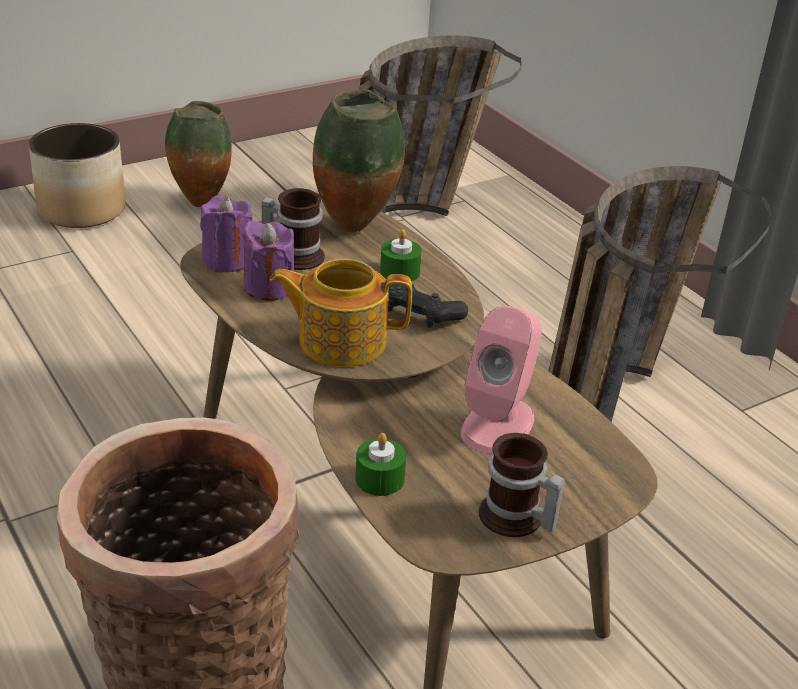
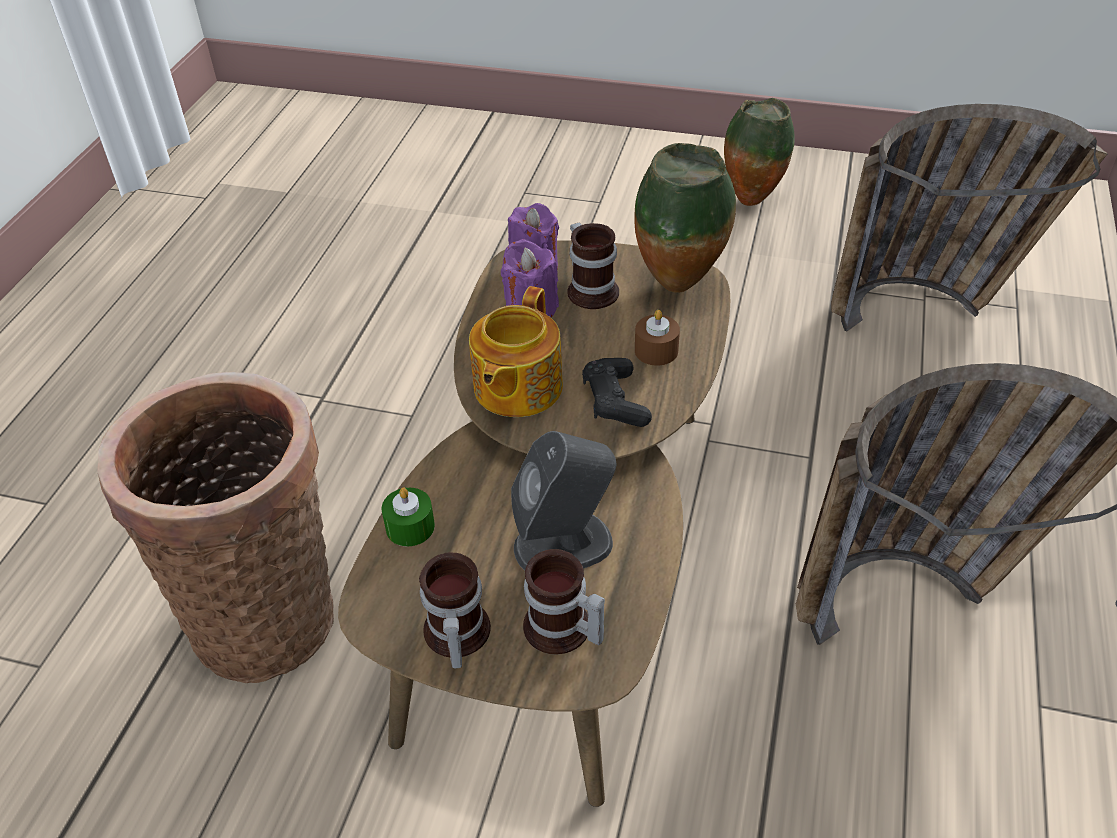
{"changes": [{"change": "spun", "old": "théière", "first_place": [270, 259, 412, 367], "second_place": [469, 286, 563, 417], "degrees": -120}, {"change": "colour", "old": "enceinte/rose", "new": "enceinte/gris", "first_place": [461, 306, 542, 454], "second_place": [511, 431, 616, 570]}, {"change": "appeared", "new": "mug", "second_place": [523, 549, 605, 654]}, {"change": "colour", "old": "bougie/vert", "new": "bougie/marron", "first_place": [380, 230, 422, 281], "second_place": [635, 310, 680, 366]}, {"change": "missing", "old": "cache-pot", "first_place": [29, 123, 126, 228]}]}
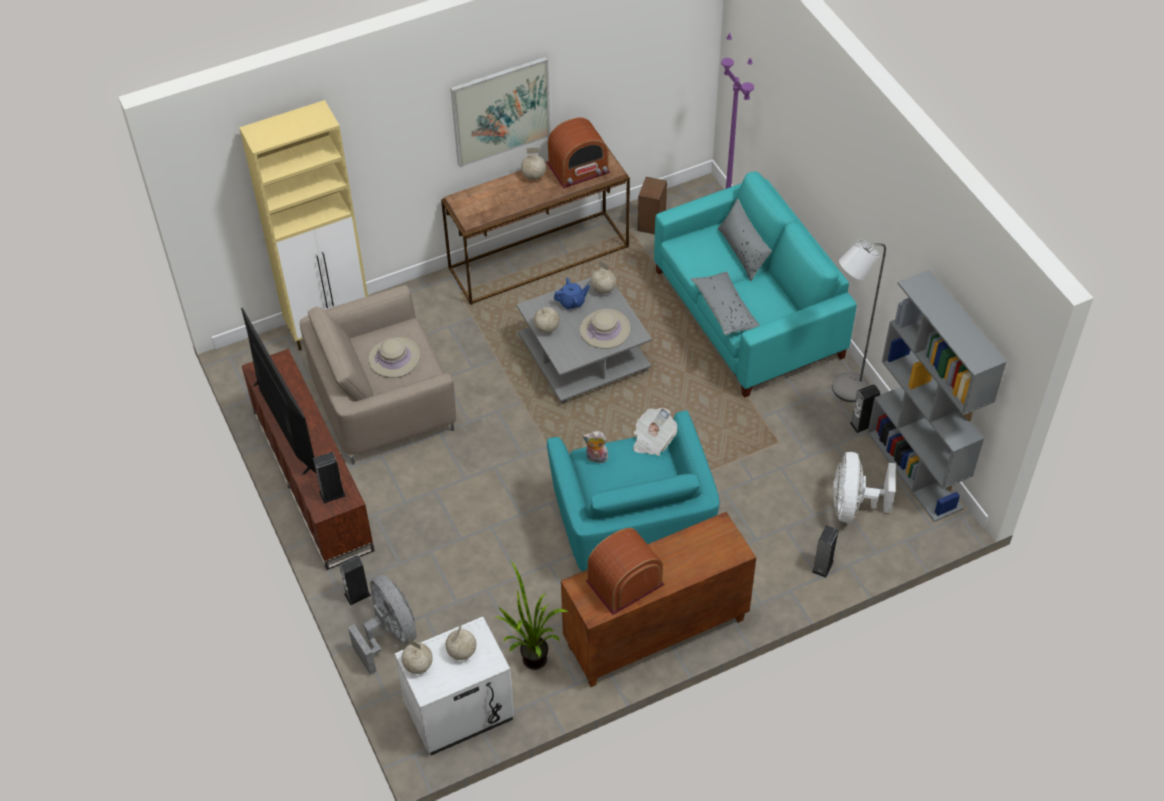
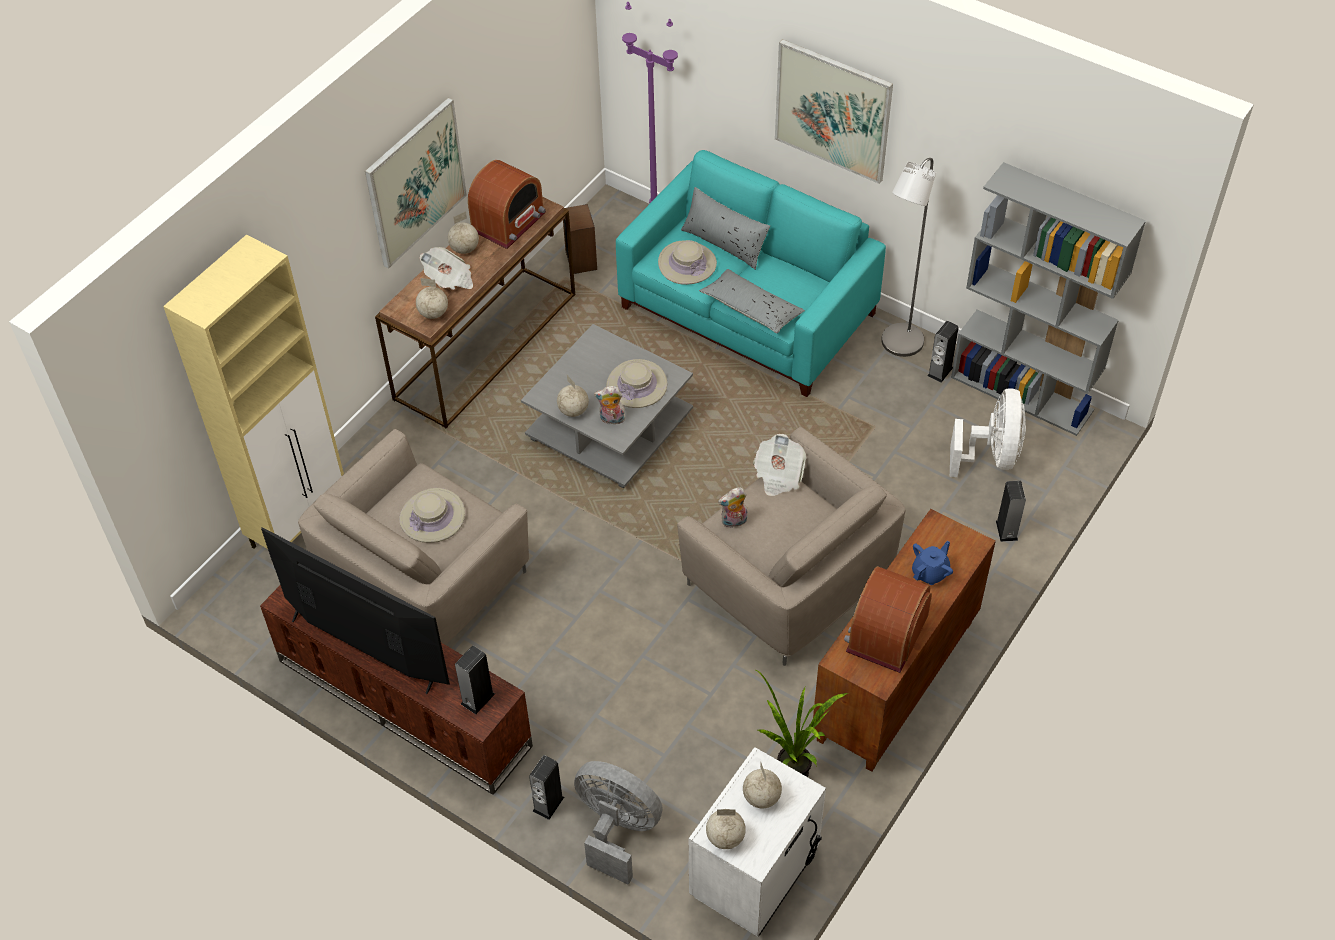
{"changes": [{"change": "relocated", "old": "globe", "first_place": [591, 260, 616, 294], "second_place": [416, 278, 448, 319]}, {"change": "appeared", "new": "journal", "second_place": [420, 247, 473, 290]}, {"change": "appeared", "new": "peluche", "second_place": [594, 386, 625, 424]}, {"change": "appeared", "new": "chapeau/beige", "second_place": [658, 240, 717, 285]}, {"change": "colour", "old": "fauteuil/turquoise", "new": "fauteuil/beige", "first_place": [547, 410, 720, 572], "second_place": [677, 427, 906, 666]}, {"change": "appeared", "new": "tableau", "second_place": [775, 39, 893, 184]}, {"change": "relocated", "old": "théière/bleu", "first_place": [554, 278, 590, 310], "second_place": [912, 541, 953, 585]}, {"change": "spun", "old": "ventilateur/blanc", "first_place": [833, 452, 896, 522], "second_place": [950, 388, 1026, 477], "degrees": -150}]}
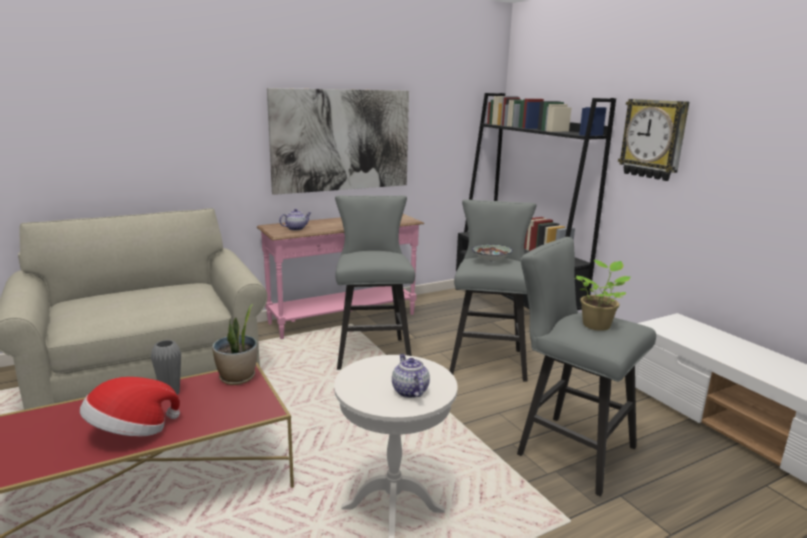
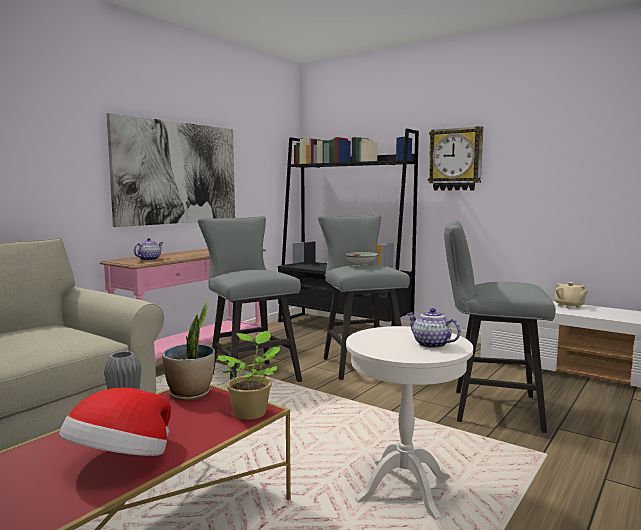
{"changes": [{"change": "relocated", "old": "plante en pot", "first_place": [574, 260, 631, 331], "second_place": [215, 331, 280, 420]}, {"change": "appeared", "new": "théière/beige", "second_place": [554, 282, 588, 309]}]}
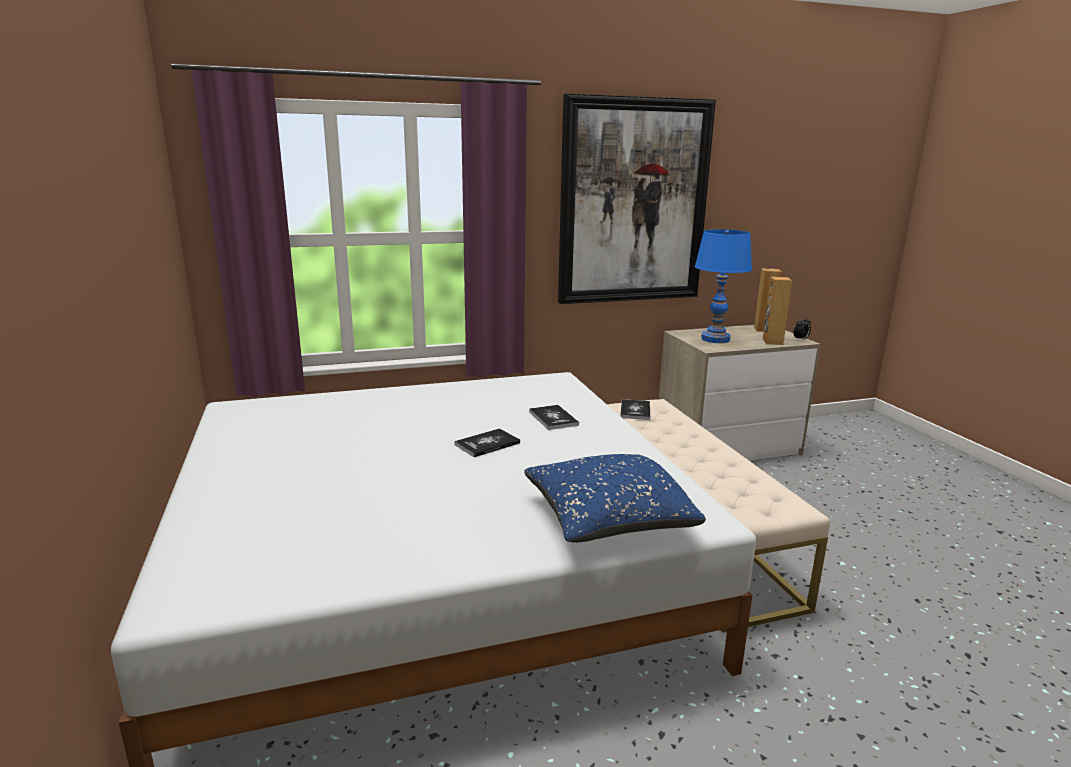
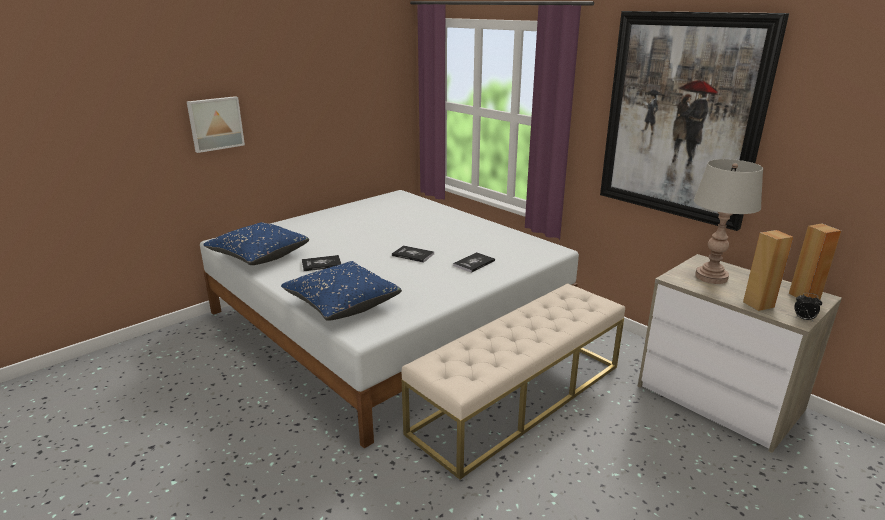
{"changes": [{"change": "appeared", "new": "tableau", "second_place": [187, 96, 245, 153]}, {"change": "appeared", "new": "coussin/bleu", "second_place": [203, 222, 309, 265]}, {"change": "relocated", "old": "livre", "first_place": [620, 399, 650, 420], "second_place": [302, 255, 341, 271]}, {"change": "colour", "old": "lampe de table/bleu", "new": "lampe de table/gris", "first_place": [695, 229, 752, 343], "second_place": [694, 159, 763, 284]}]}
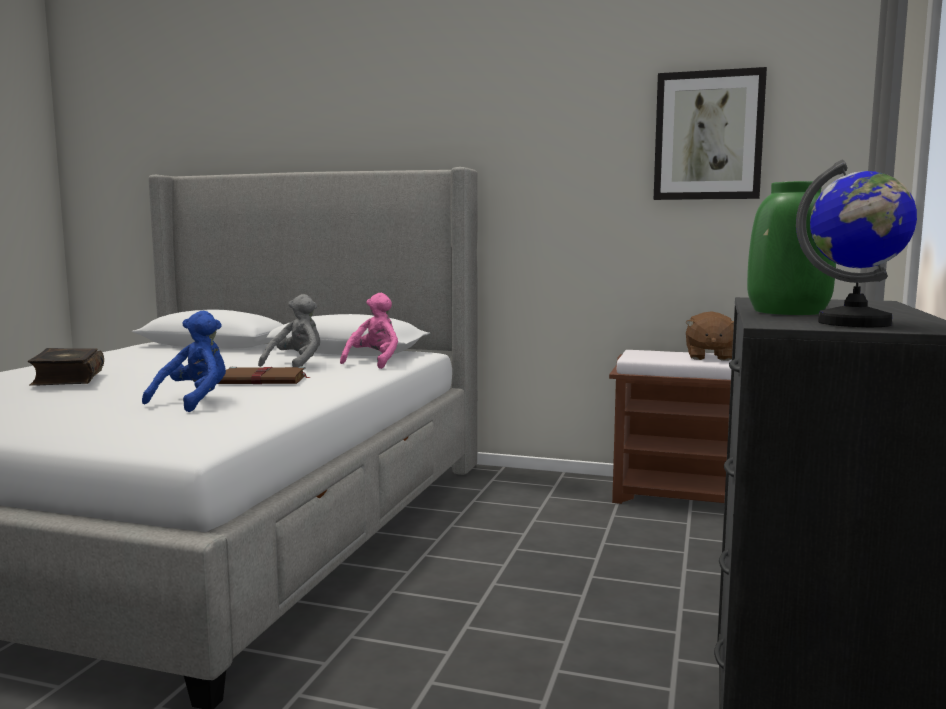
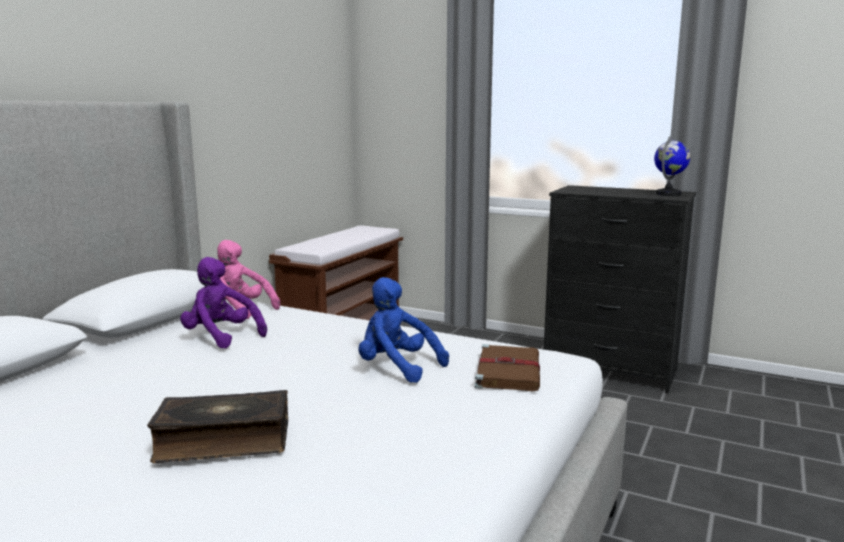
{"changes": [{"change": "colour", "old": "peluche/gris", "new": "peluche/violet", "first_place": [258, 294, 320, 367], "second_place": [180, 257, 267, 349]}, {"change": "relocated", "old": "livre/marron", "first_place": [218, 366, 309, 384], "second_place": [475, 344, 540, 391]}, {"change": "missing", "old": "tableau", "first_place": [654, 67, 767, 200]}, {"change": "missing", "old": "peluche/marron", "first_place": [685, 311, 734, 361]}, {"change": "missing", "old": "vase/vert", "first_place": [747, 181, 836, 315]}]}
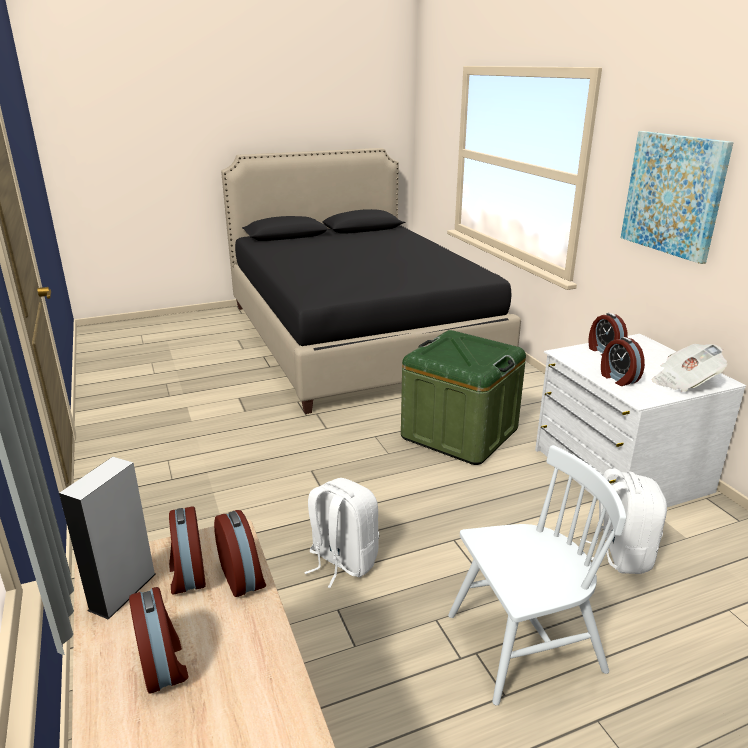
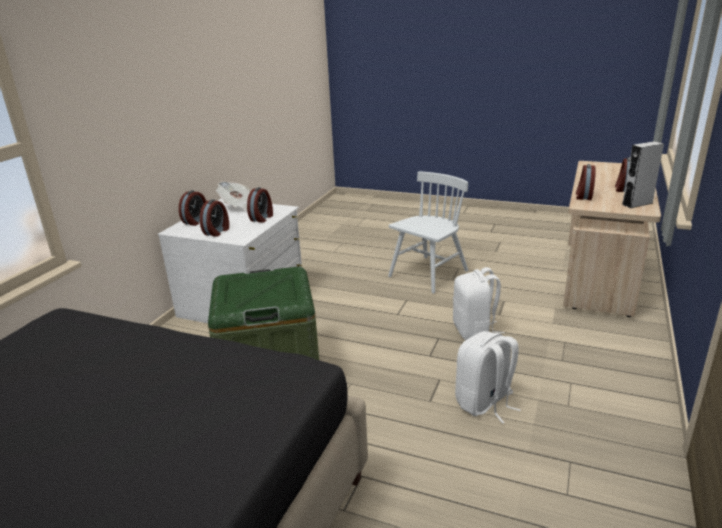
{"changes": [{"change": "relocated", "old": "réveil", "first_place": [169, 506, 206, 594], "second_place": [179, 190, 206, 226]}, {"change": "spun", "old": "chaise/blanc", "first_place": [448, 445, 626, 705], "second_place": [388, 171, 469, 293], "degrees": 105}, {"change": "relocated", "old": "sac à dos/blanc", "first_place": [580, 469, 667, 574], "second_place": [455, 331, 521, 424]}, {"change": "missing", "old": "tableau", "first_place": [621, 131, 734, 264]}]}
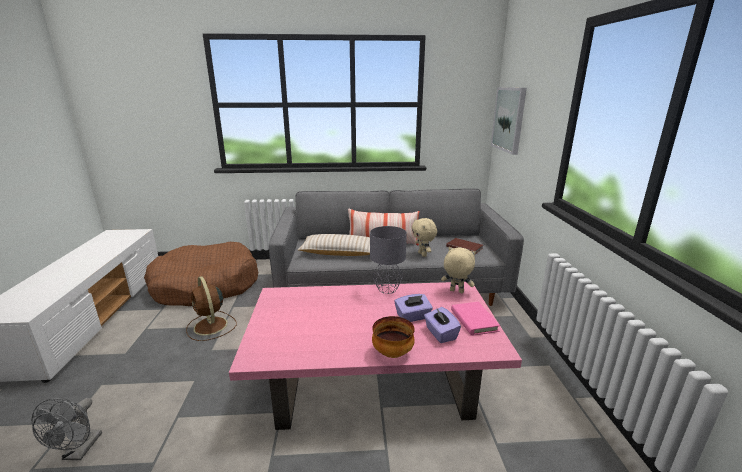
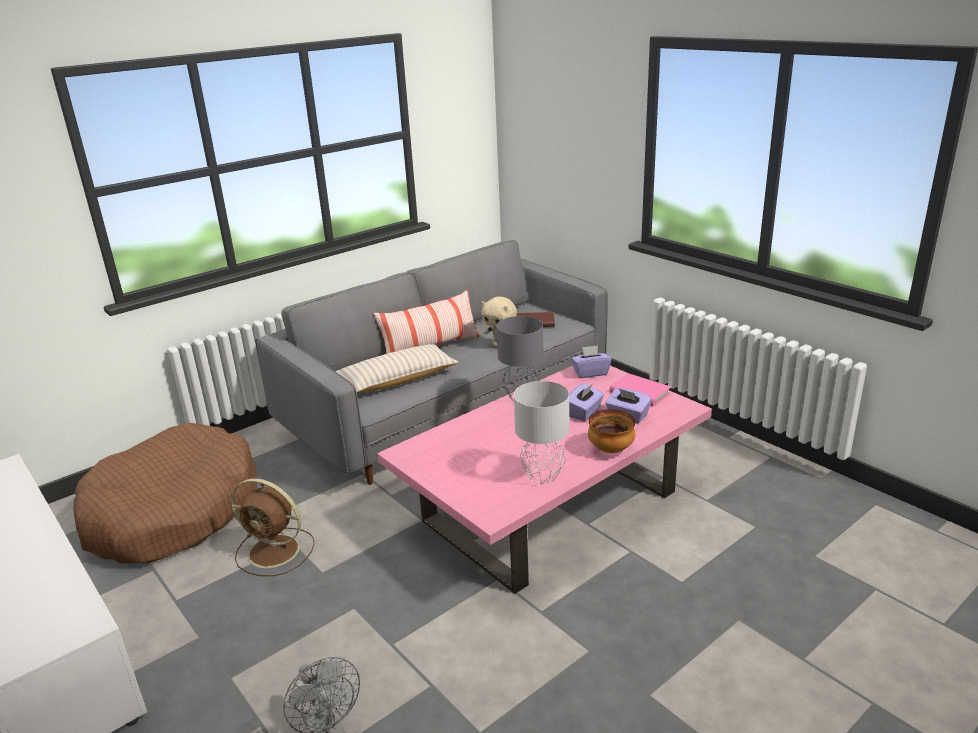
{"changes": [{"change": "appeared", "new": "lampe de table/gris", "second_place": [514, 381, 569, 484]}, {"change": "exchanged", "old": "peluche/beige", "new": "boîte à mouchoirs/violet", "first_place": [441, 247, 476, 293], "second_place": [571, 345, 612, 378]}, {"change": "missing", "old": "tableau", "first_place": [491, 87, 527, 155]}]}
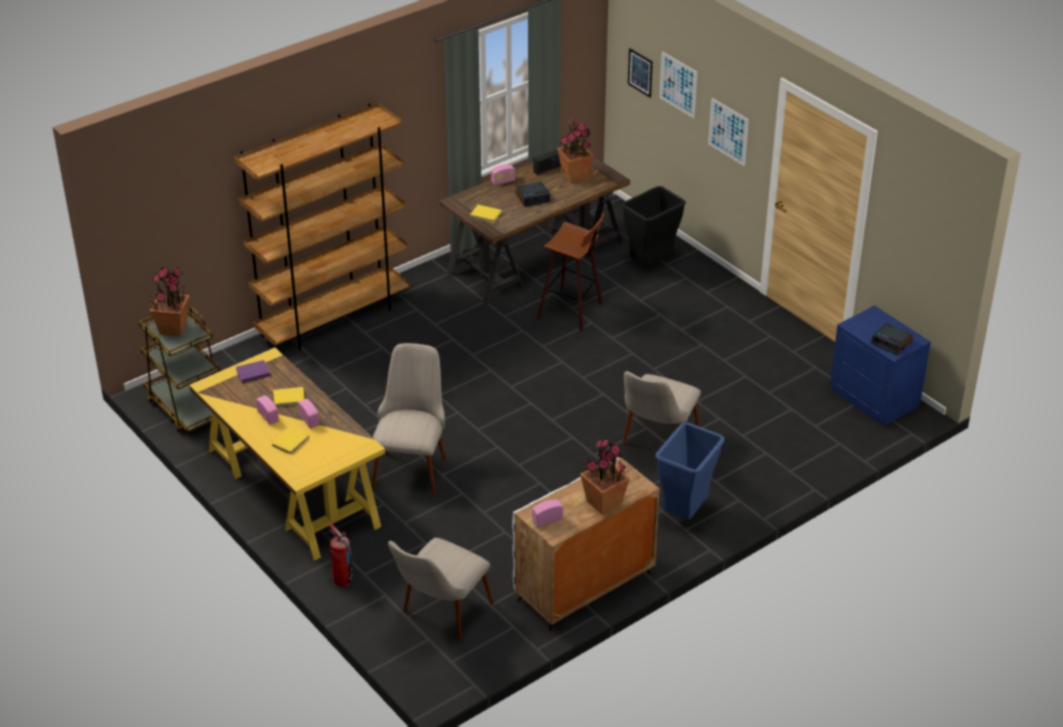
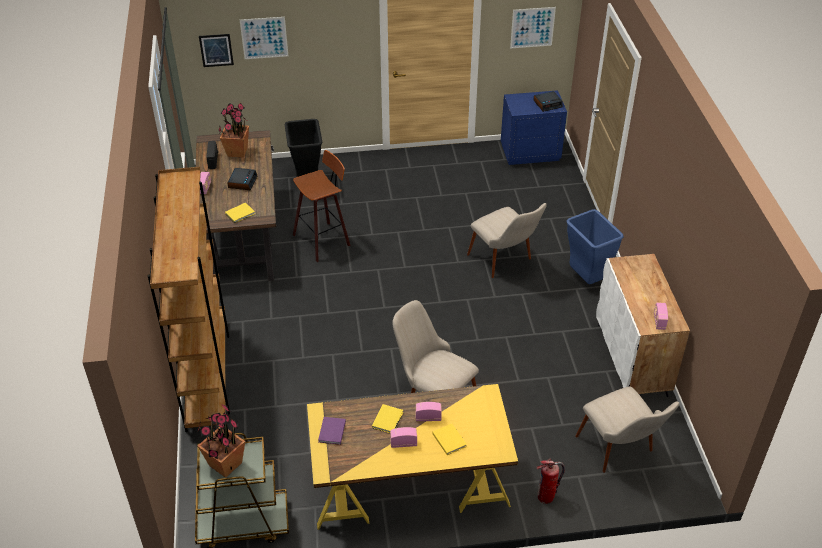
{"changes": [{"change": "relocated", "old": "tableau", "first_place": [708, 98, 749, 166], "second_place": [510, 7, 556, 49]}, {"change": "missing", "old": "plante en pot", "first_place": [580, 437, 630, 515]}]}
